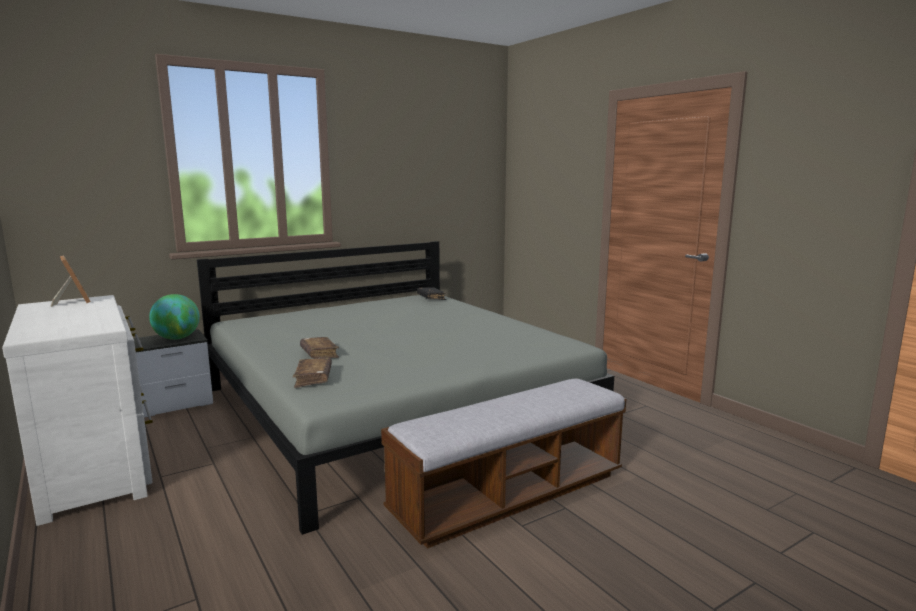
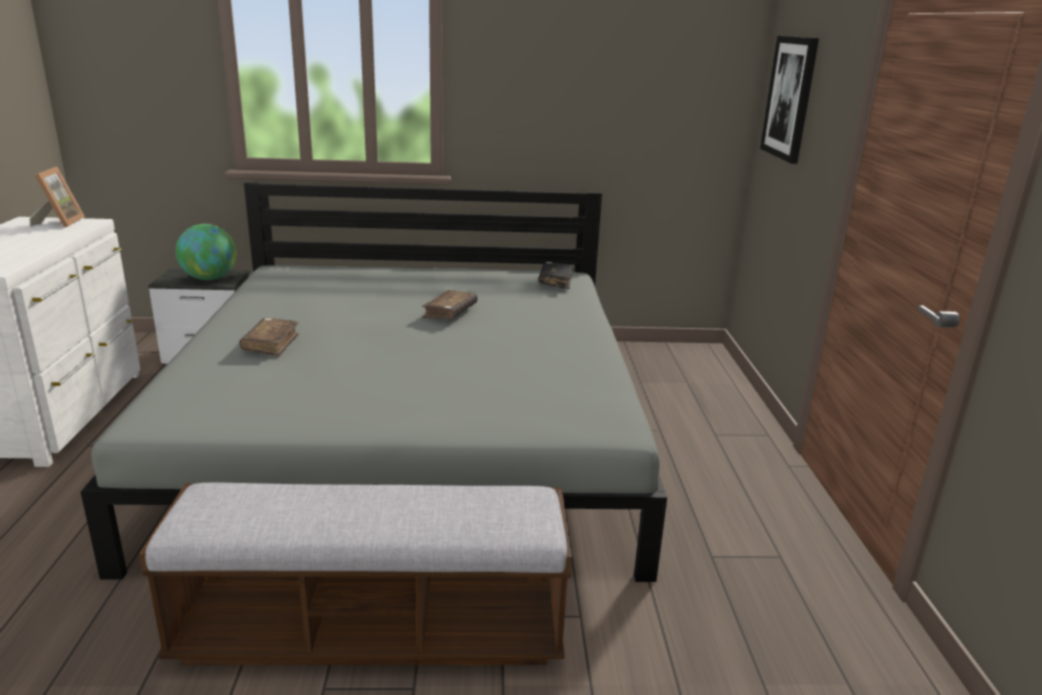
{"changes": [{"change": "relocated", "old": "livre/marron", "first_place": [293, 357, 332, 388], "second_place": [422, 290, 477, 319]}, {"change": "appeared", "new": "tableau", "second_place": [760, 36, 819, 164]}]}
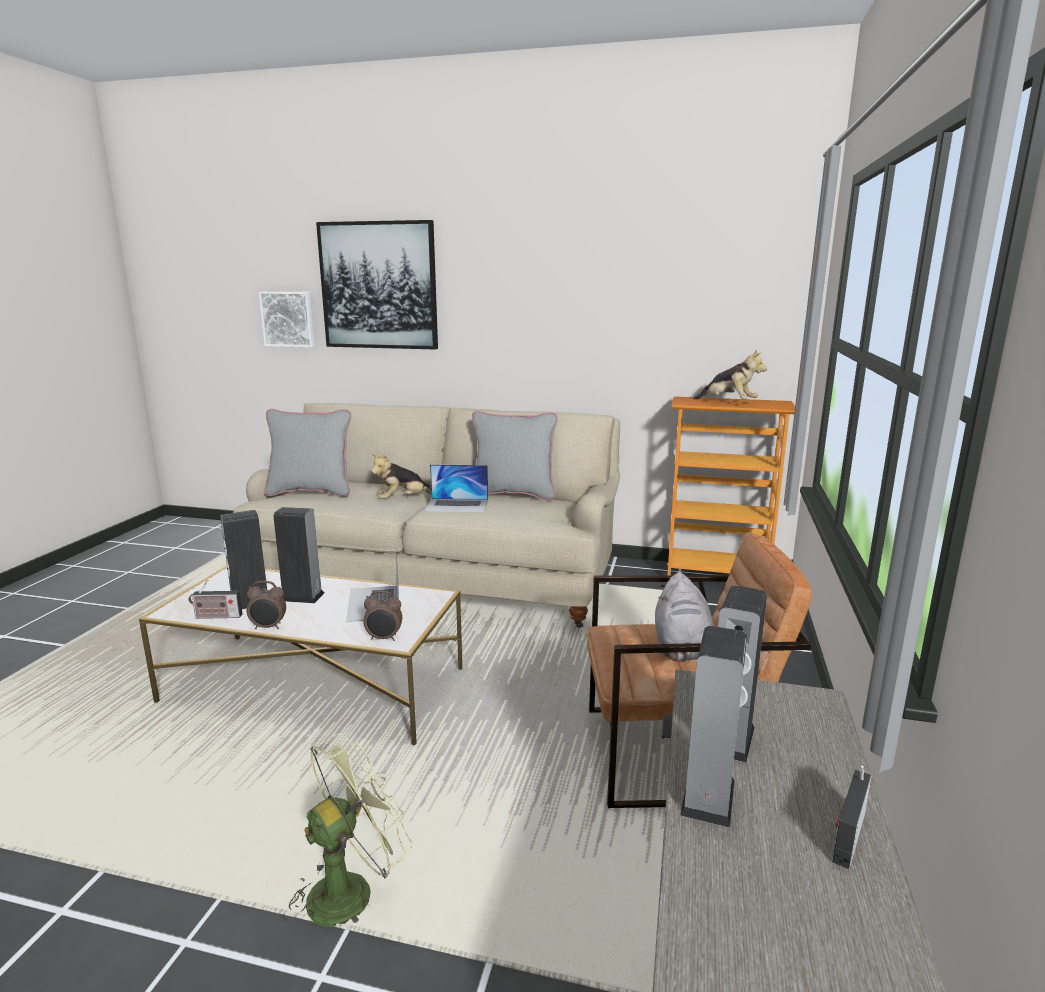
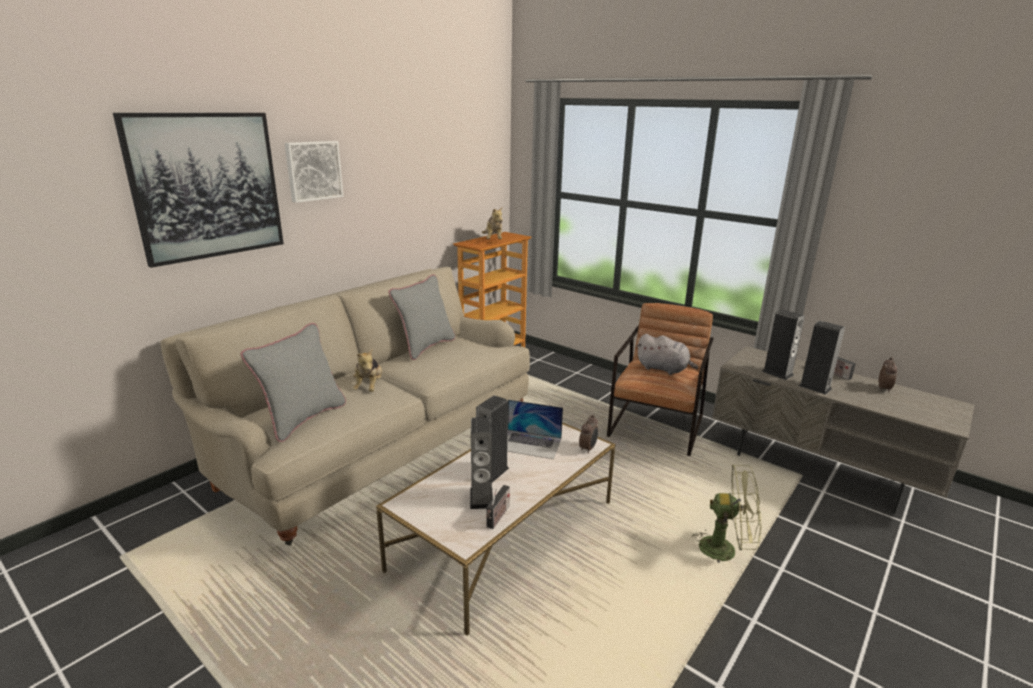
{"changes": [{"change": "relocated", "old": "tableau", "first_place": [259, 292, 315, 347], "second_place": [285, 141, 344, 203]}, {"change": "spun", "old": "peluche", "first_place": [693, 350, 767, 400], "second_place": [482, 207, 503, 239], "degrees": 105}, {"change": "spun", "old": "ventilateur/vert", "first_place": [283, 733, 412, 927], "second_place": [692, 464, 761, 563], "degrees": 120}, {"change": "relocated", "old": "réveil", "first_place": [246, 581, 286, 629], "second_place": [879, 357, 897, 393]}, {"change": "missing", "old": "ordinateur portable", "first_place": [424, 464, 488, 513]}]}
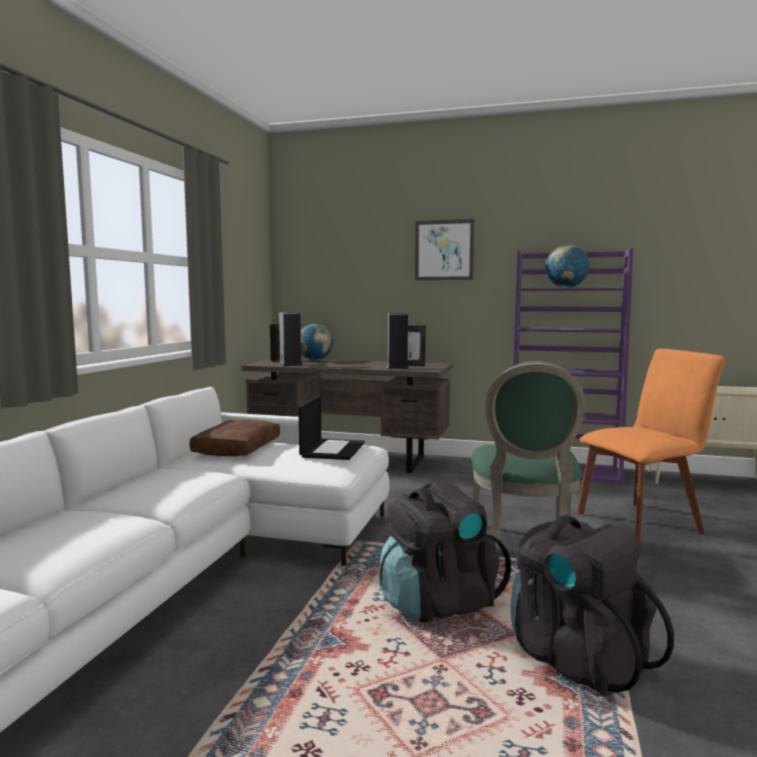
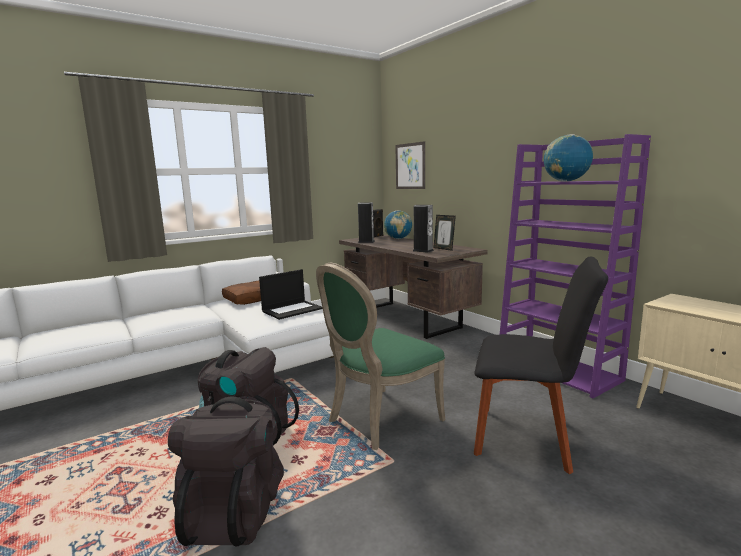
{"changes": [{"change": "relocated", "old": "tableau", "first_place": [415, 219, 474, 280], "second_place": [395, 141, 425, 189]}, {"change": "colour", "old": "chaise/orange", "new": "chaise/noir", "first_place": [577, 349, 724, 543], "second_place": [474, 256, 608, 474]}]}
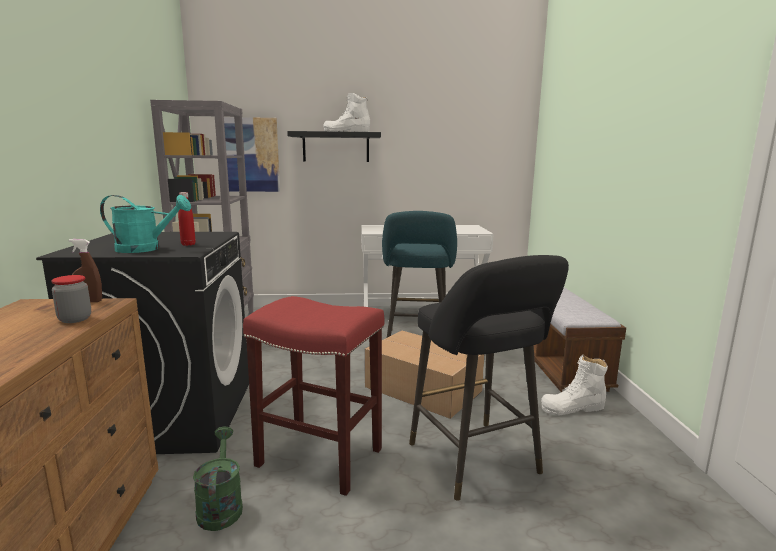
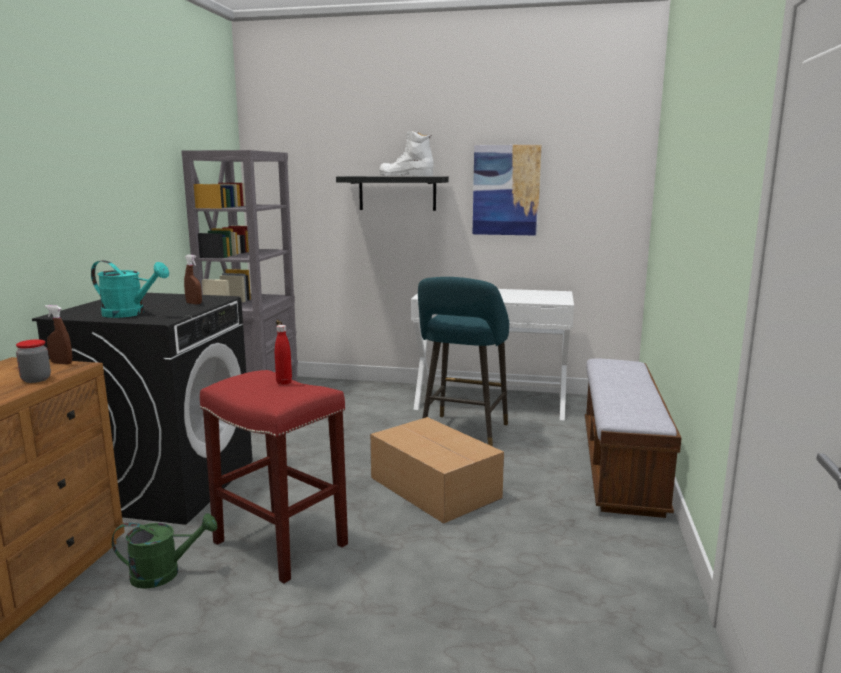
{"changes": [{"change": "spun", "old": "arrosoir/vert", "first_place": [193, 427, 243, 531], "second_place": [112, 513, 218, 589], "degrees": 75}, {"change": "appeared", "new": "vaporisateur/marron", "second_place": [184, 255, 202, 304]}, {"change": "relocated", "old": "bouteille/rouge", "first_place": [178, 192, 196, 246], "second_place": [275, 325, 292, 385]}, {"change": "relocated", "old": "tableau", "first_place": [224, 117, 280, 192], "second_place": [473, 145, 541, 236]}, {"change": "missing", "old": "tabouret/noir", "first_place": [409, 255, 569, 501]}, {"change": "missing", "old": "botte/blanc", "first_place": [541, 355, 608, 416]}]}
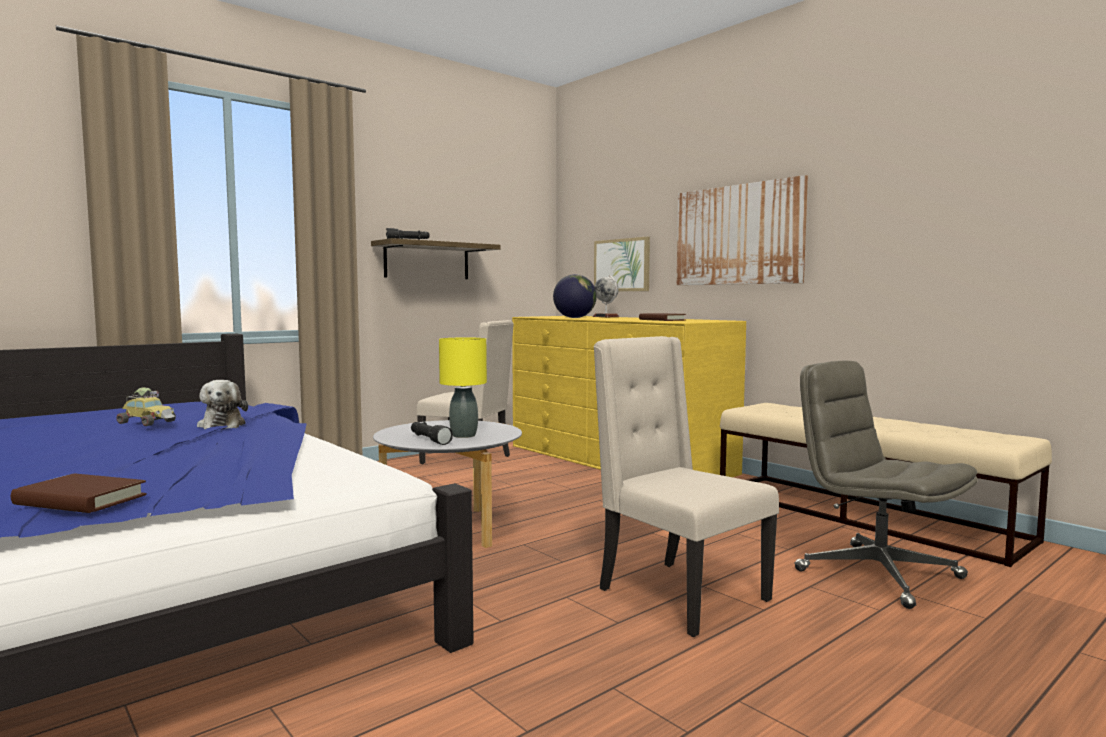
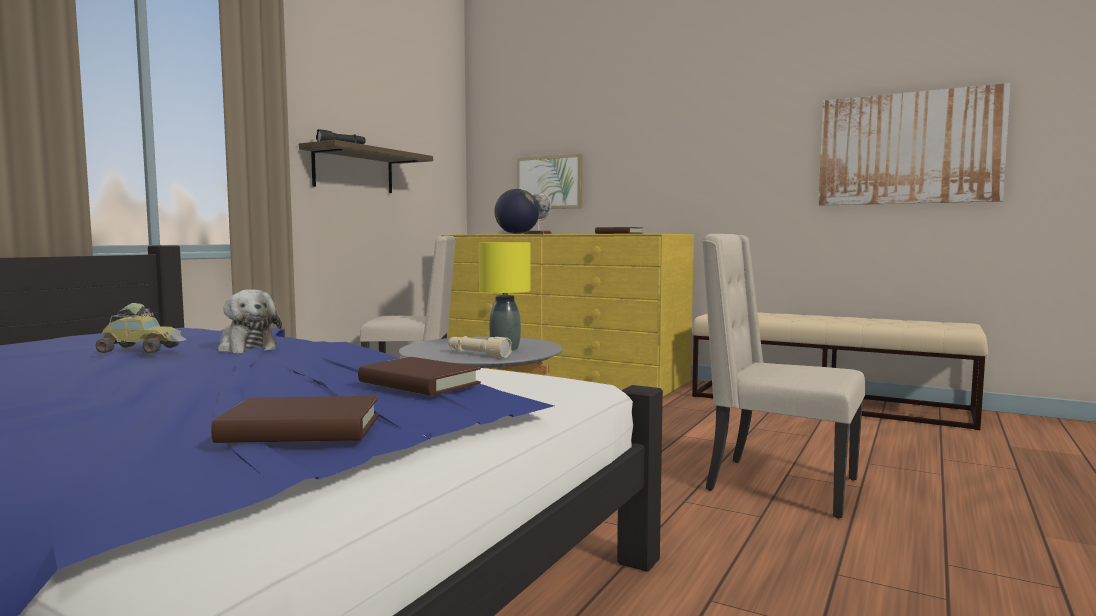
{"changes": [{"change": "appeared", "new": "livre/marron", "second_place": [358, 357, 481, 396]}, {"change": "colour", "old": "lampe de poche/noir", "new": "lampe de poche/beige", "first_place": [411, 422, 453, 445], "second_place": [448, 336, 512, 358]}, {"change": "relocated", "old": "tableau", "first_place": [677, 175, 808, 285], "second_place": [819, 83, 1011, 206]}, {"change": "missing", "old": "chaise de bureau/gris", "first_place": [794, 361, 978, 609]}]}
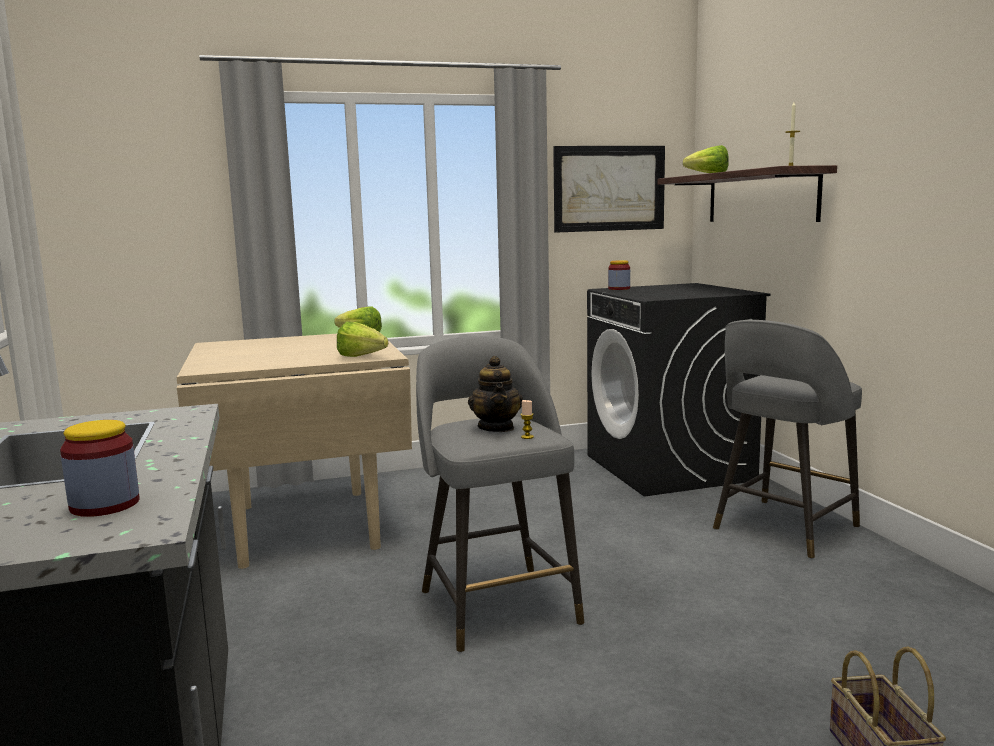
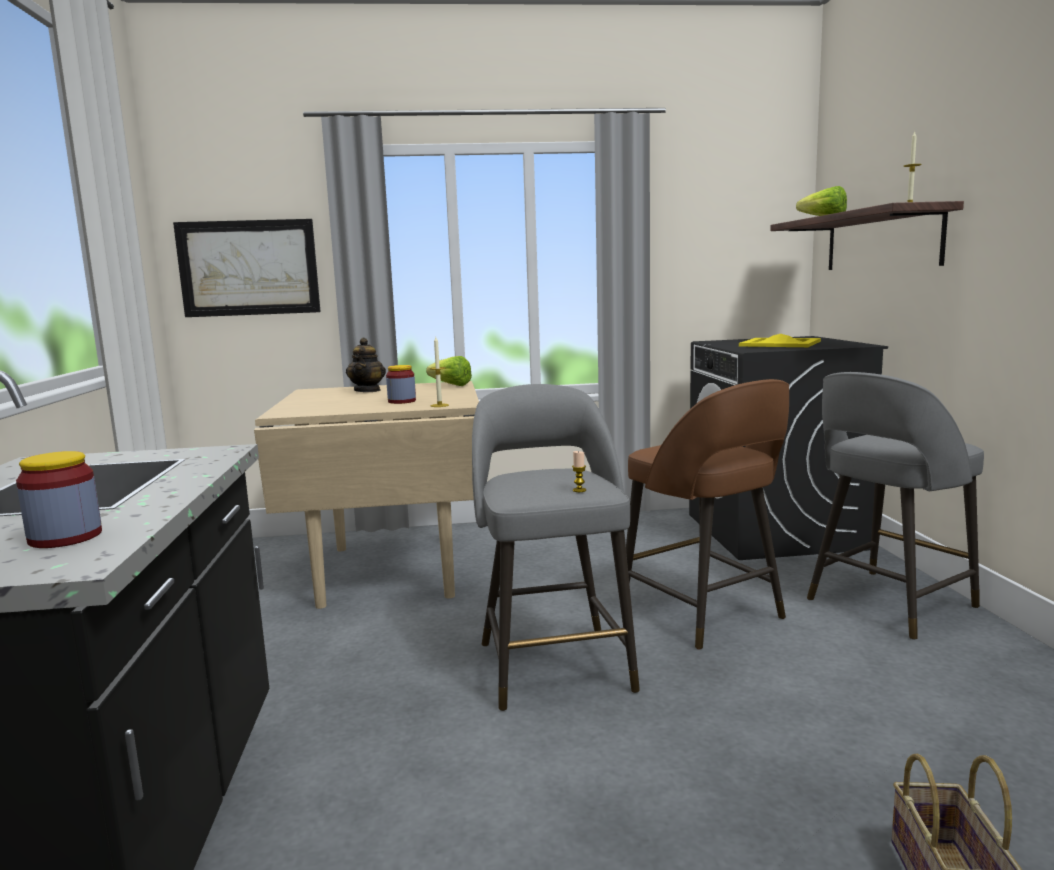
{"changes": [{"change": "relocated", "old": "tableau", "first_place": [553, 146, 665, 232], "second_place": [173, 219, 321, 317]}, {"change": "relocated", "old": "théière", "first_place": [468, 356, 523, 432], "second_place": [346, 338, 386, 392]}, {"change": "relocated", "old": "bocal", "first_place": [608, 260, 630, 290], "second_place": [386, 365, 416, 404]}, {"change": "exchanged", "old": "laitue", "new": "bougie", "first_place": [337, 322, 388, 357], "second_place": [430, 337, 449, 407]}, {"change": "appeared", "new": "tabouret/marron", "second_place": [626, 379, 789, 649]}, {"change": "appeared", "new": "plateau/jaune", "second_place": [739, 334, 821, 347]}]}
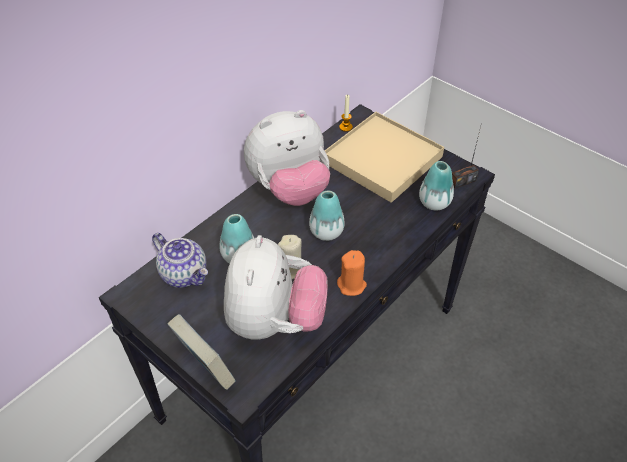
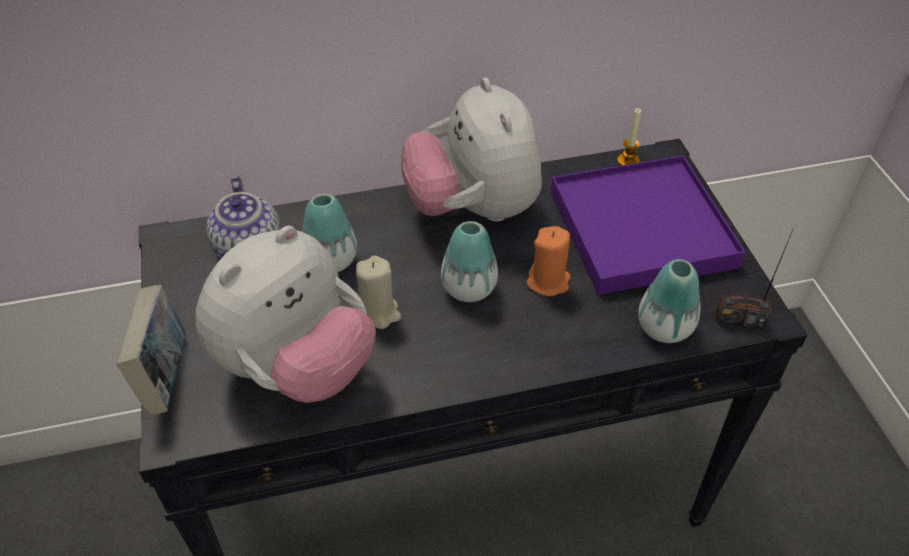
{"changes": [{"change": "spun", "old": "peluche", "first_place": [244, 110, 330, 206], "second_place": [401, 77, 542, 222], "degrees": 60}, {"change": "relocated", "old": "bougie/orange", "first_place": [337, 250, 367, 296], "second_place": [527, 226, 571, 296]}, {"change": "colour", "old": "plateau/beige", "new": "plateau/violet", "first_place": [325, 112, 444, 203], "second_place": [551, 155, 746, 295]}]}
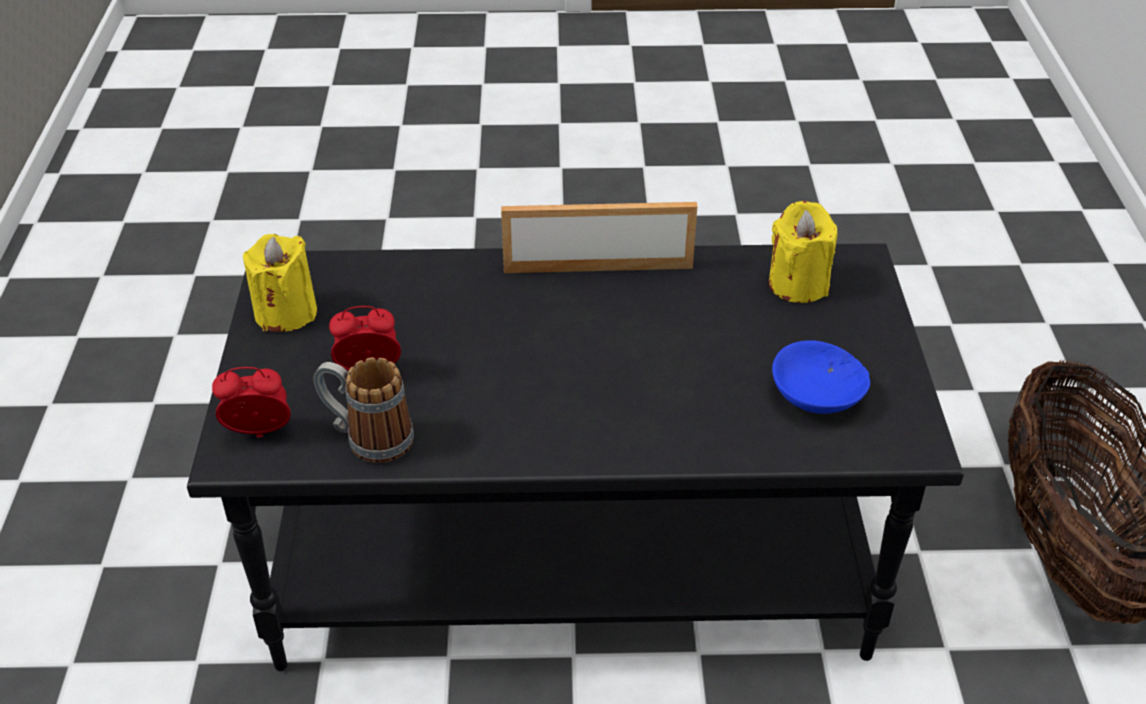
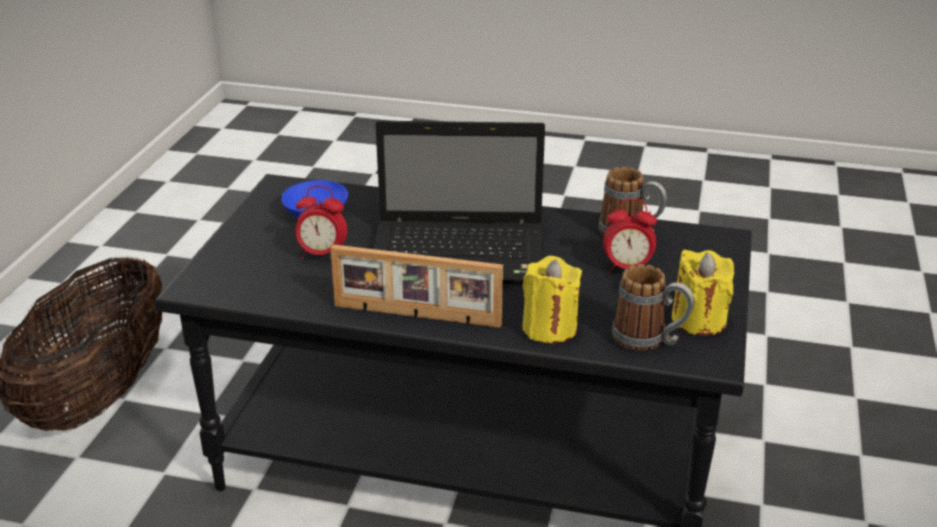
{"changes": [{"change": "relocated", "old": "réveil", "first_place": [212, 367, 291, 438], "second_place": [295, 186, 347, 259]}, {"change": "appeared", "new": "ordinateur portable", "second_place": [374, 121, 545, 284]}, {"change": "relocated", "old": "bougie/jaune", "first_place": [769, 201, 837, 303], "second_place": [522, 256, 582, 343]}, {"change": "appeared", "new": "mug", "second_place": [612, 264, 694, 351]}]}
